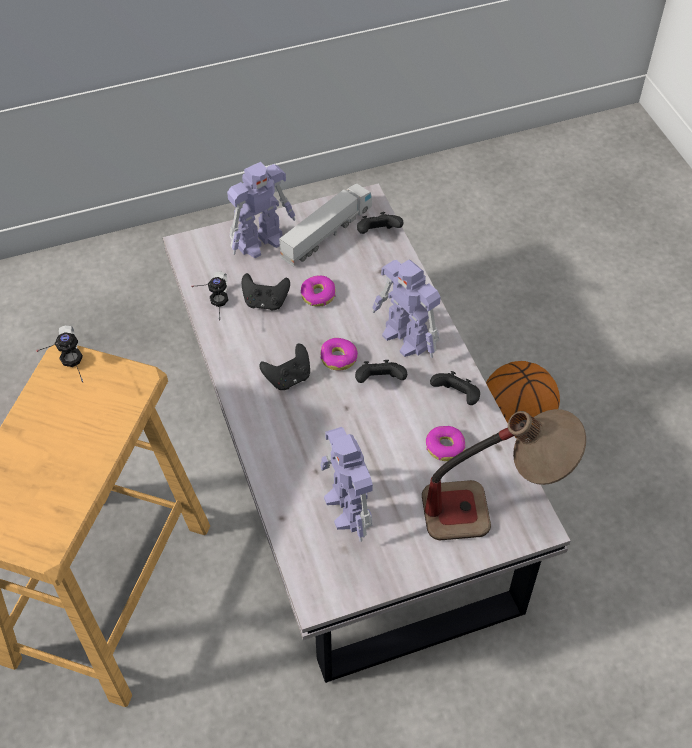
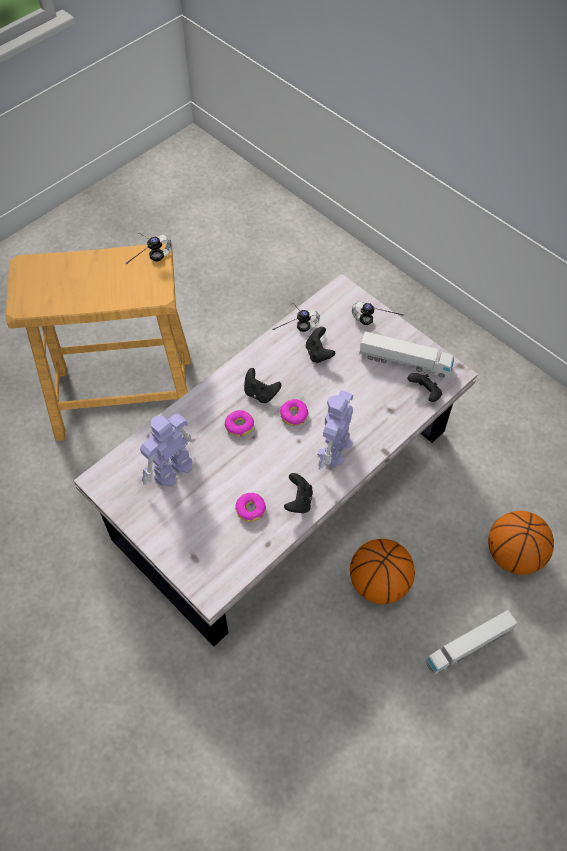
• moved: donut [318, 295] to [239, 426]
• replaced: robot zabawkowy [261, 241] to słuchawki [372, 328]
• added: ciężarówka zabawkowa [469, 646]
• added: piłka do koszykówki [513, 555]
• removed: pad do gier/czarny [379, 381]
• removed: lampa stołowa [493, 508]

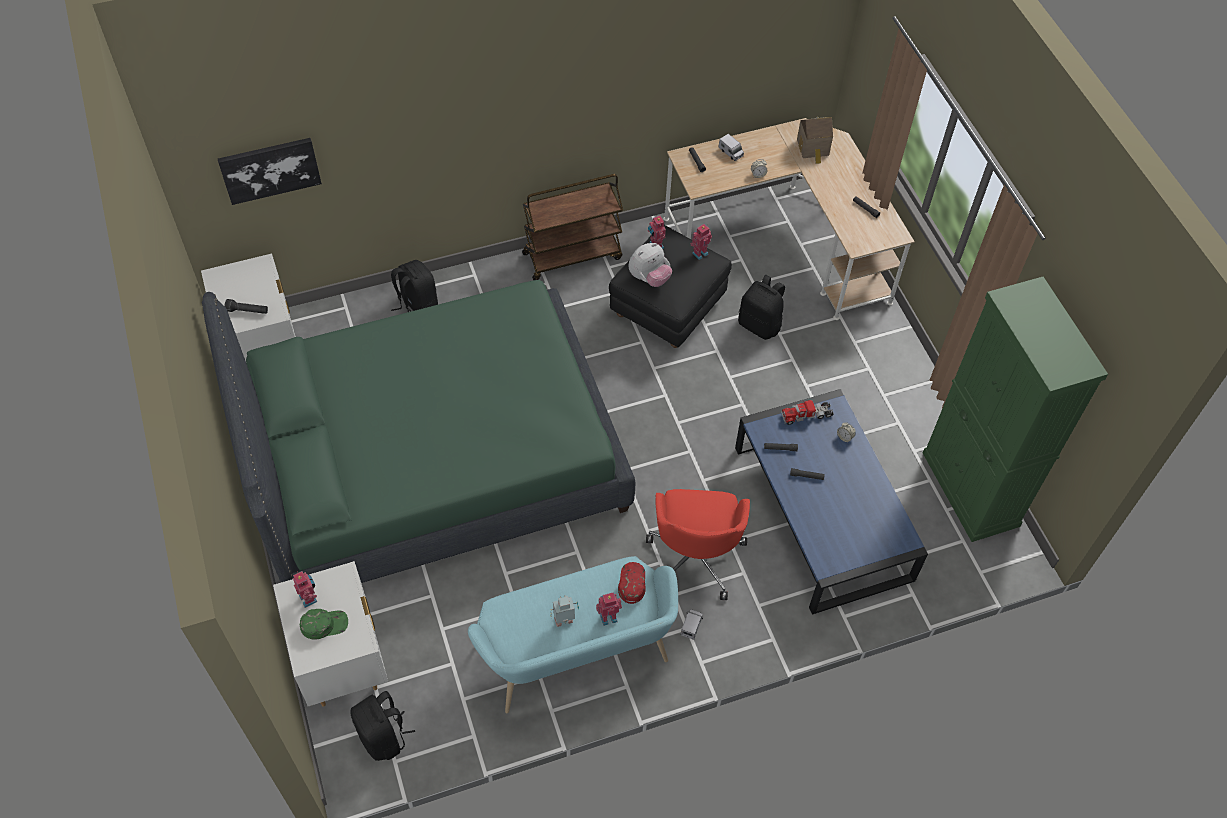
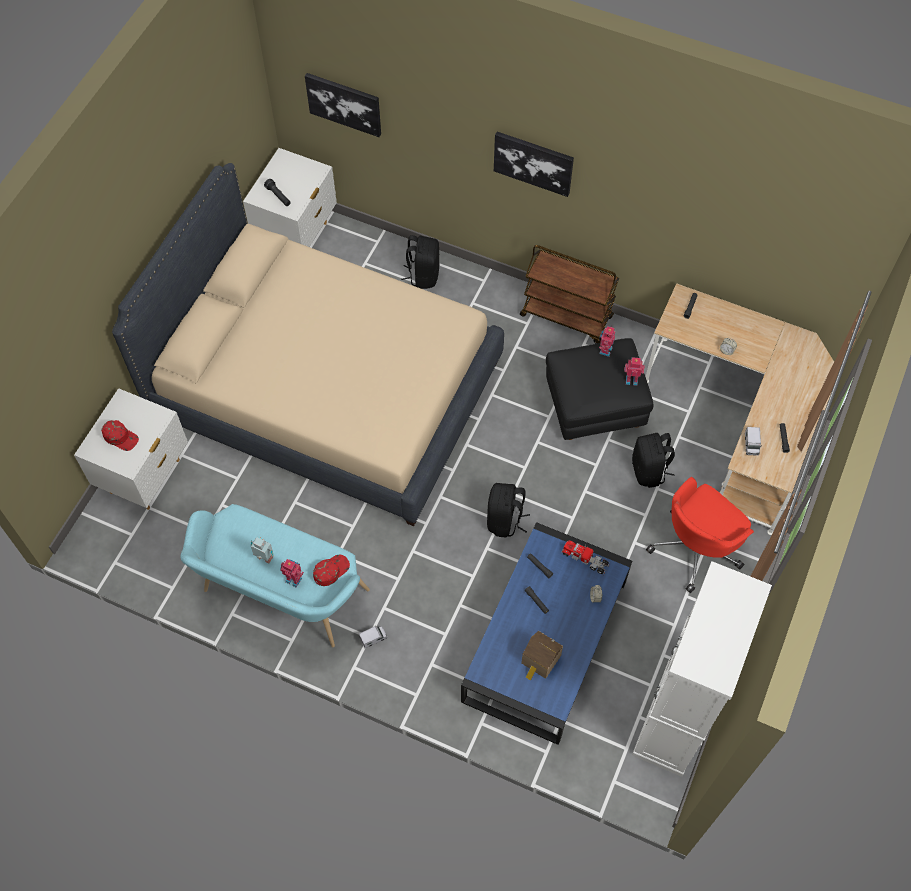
• recoloured: czapka z daszkiem/zielony [324, 624] to czapka z daszkiem/czerwony [121, 437]
• recoloured: łóżko/zielony [433, 460] to łóżko/beżowy [327, 390]
• moved: plecak/czarny [384, 737] to [505, 520]
• added: obraz [533, 162]
• moved: domek [813, 148] to [540, 661]
• recoloured: szafka/zielony [970, 489] to szafka/biały [674, 718]
• moved: krzesło biurowe/czerwony [695, 556] to [696, 548]
• moved: ciężarówka zabawkowa [731, 152] to [751, 444]
• removed: robot zabawkowy [309, 598]
• removed: pluszak [649, 278]

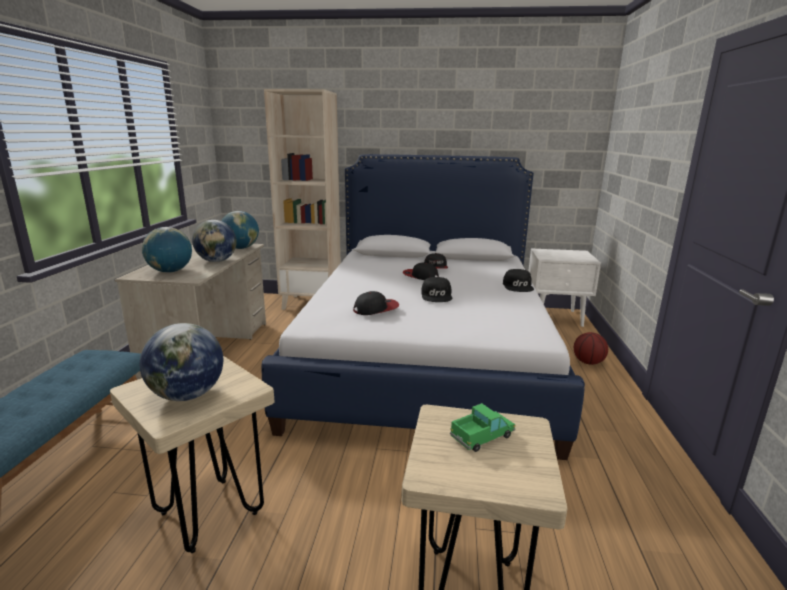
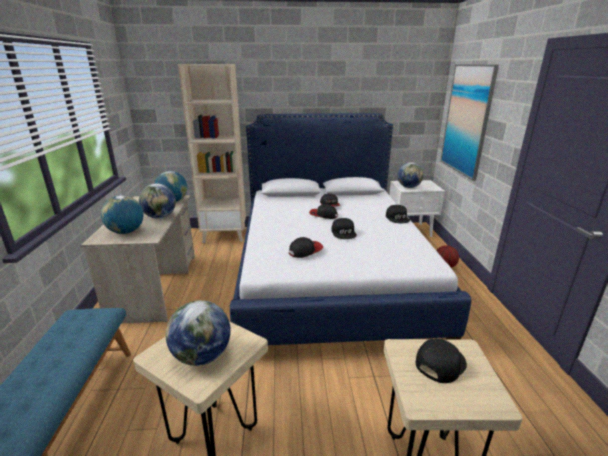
• added: globus [409, 187]
• replaced: ciężarówka zabawkowa [482, 436] to czapka z daszkiem/czarny [439, 363]
• added: obraz [466, 120]

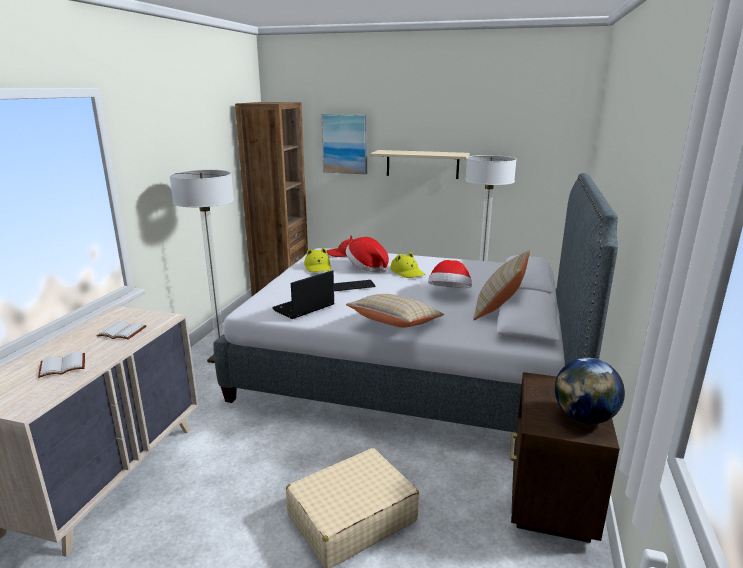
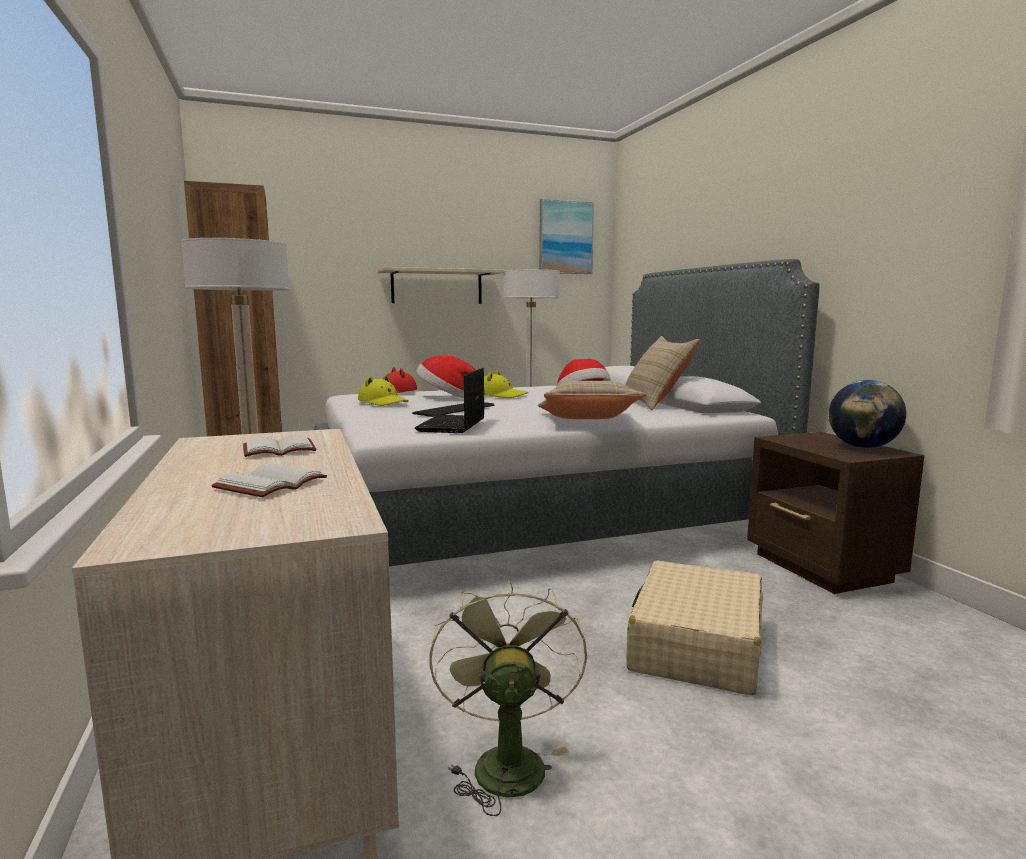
• added: wentylator/zielony [505, 760]
• moved: obraz [345, 143] to [565, 237]

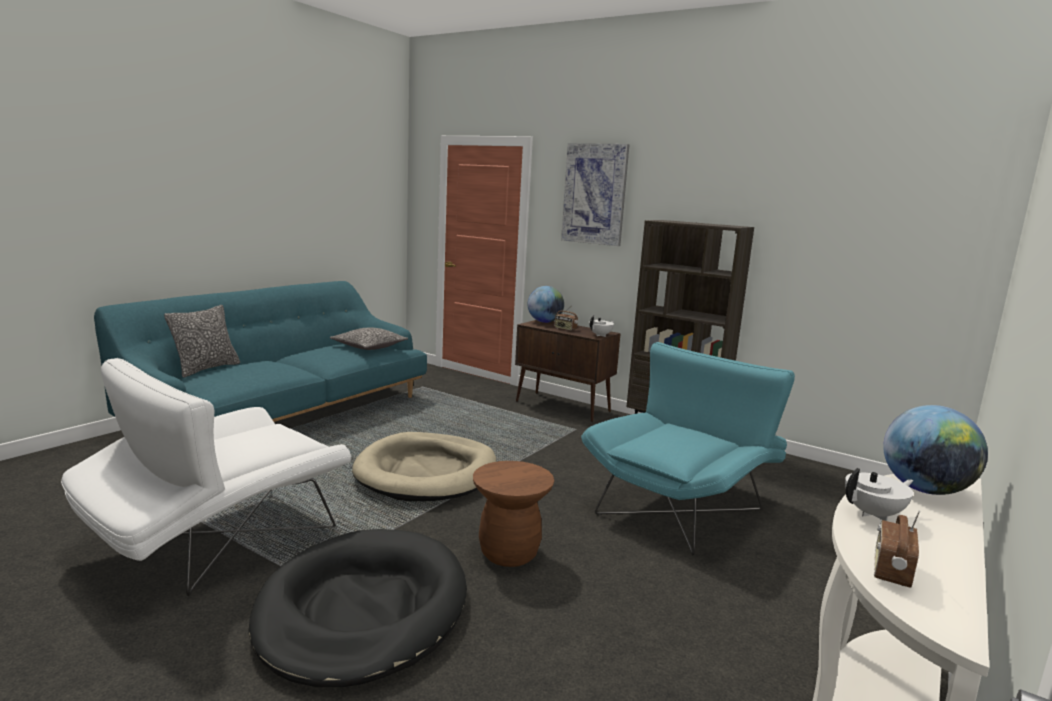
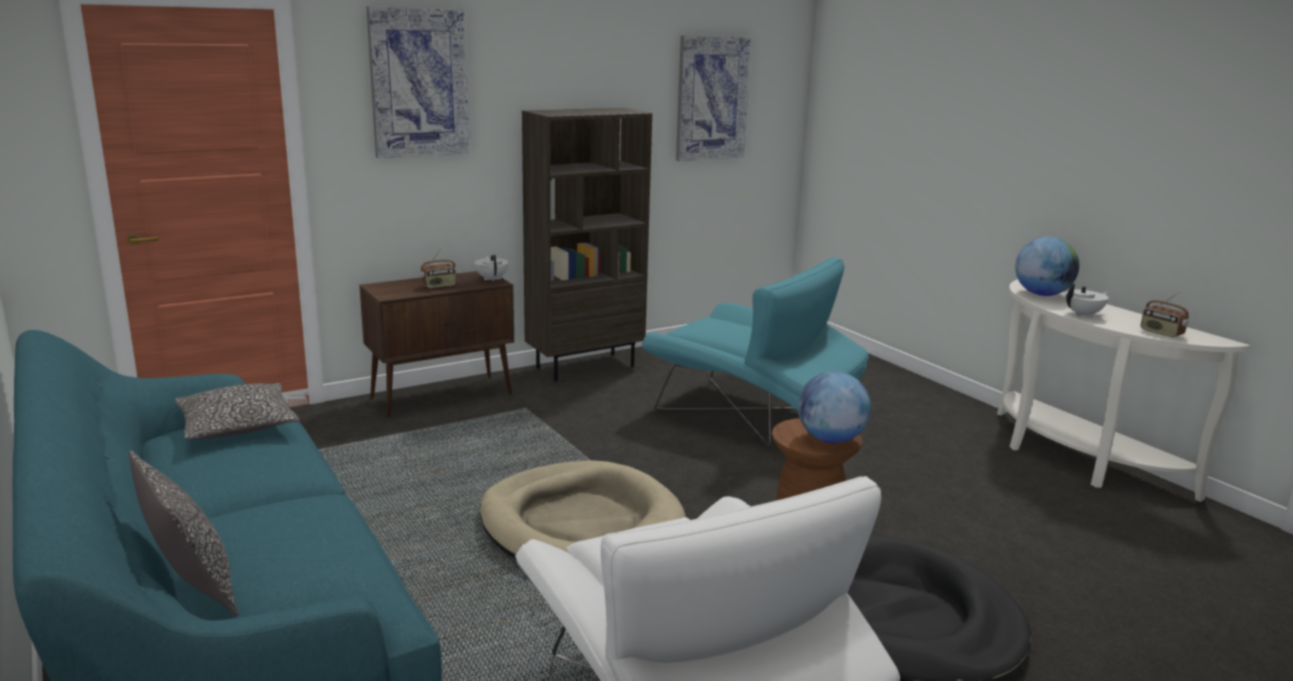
• turned: fotel/turkusowy [683, 505] = [753, 414] 150 degrees clockwise
• added: obraz [711, 98]
• moved: globus [544, 322] to [830, 439]
• turned: imbryk/biały [874, 514] = [1083, 315] 60 degrees clockwise

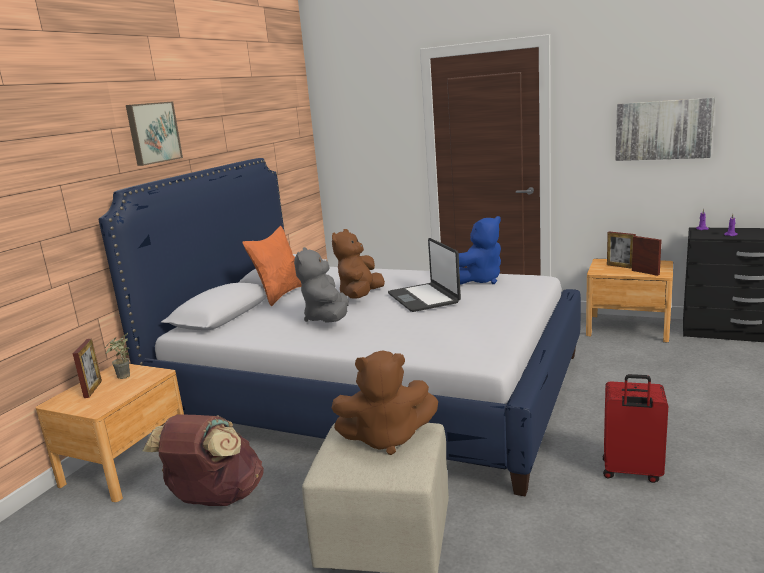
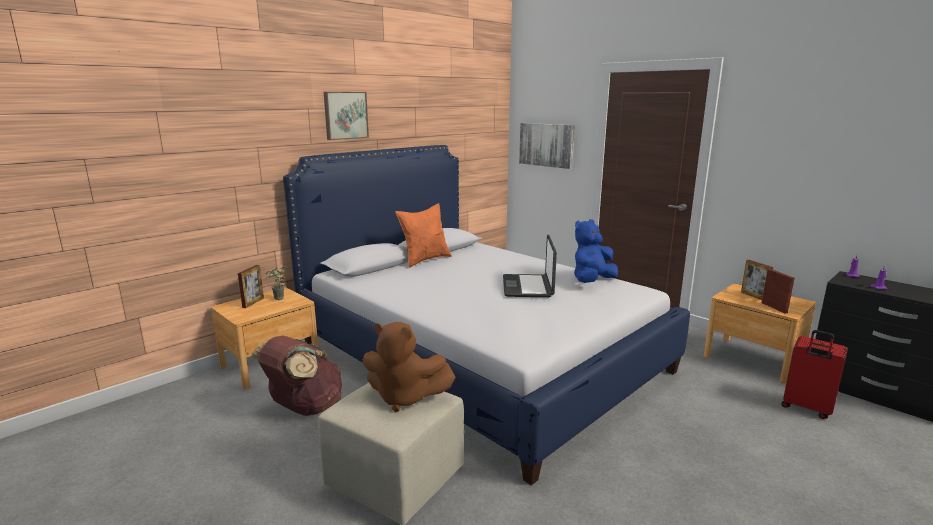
• moved: obraz [663, 130] to [546, 145]
• turned: pluszak/niebieski [480, 280] = [592, 281] 150 degrees clockwise
• moved: walizka/czerwony [631, 472] to [806, 408]
• removed: pluszak/szary [327, 319]
• removed: pluszak/brązowy [360, 296]

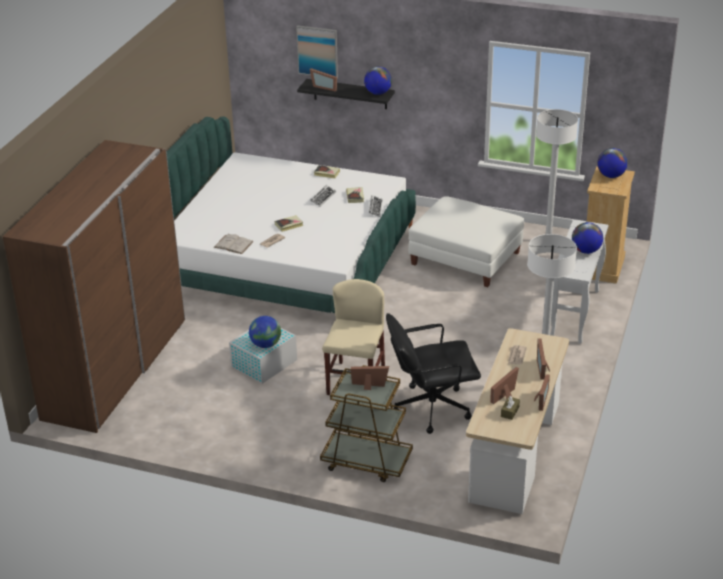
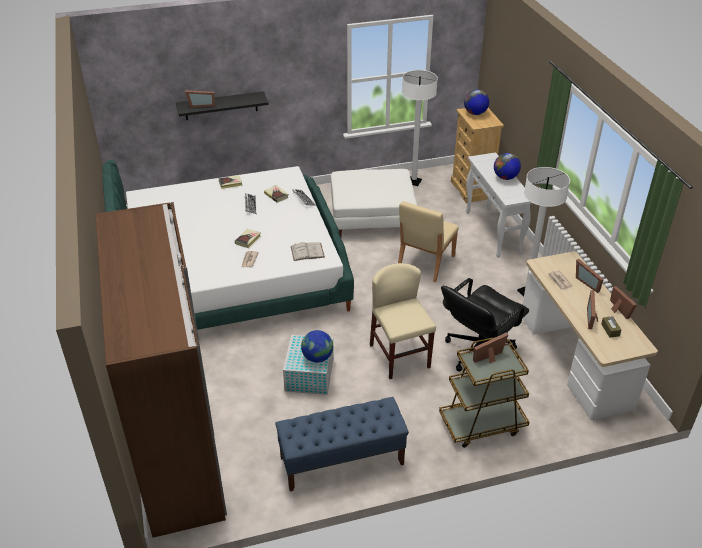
• added: ławka/niebieski [341, 461]
• moved: książka/biały [233, 244] to [307, 252]
• added: krzesło/beżowy [425, 262]
• removed: obraz [317, 51]
• removed: globus [378, 93]

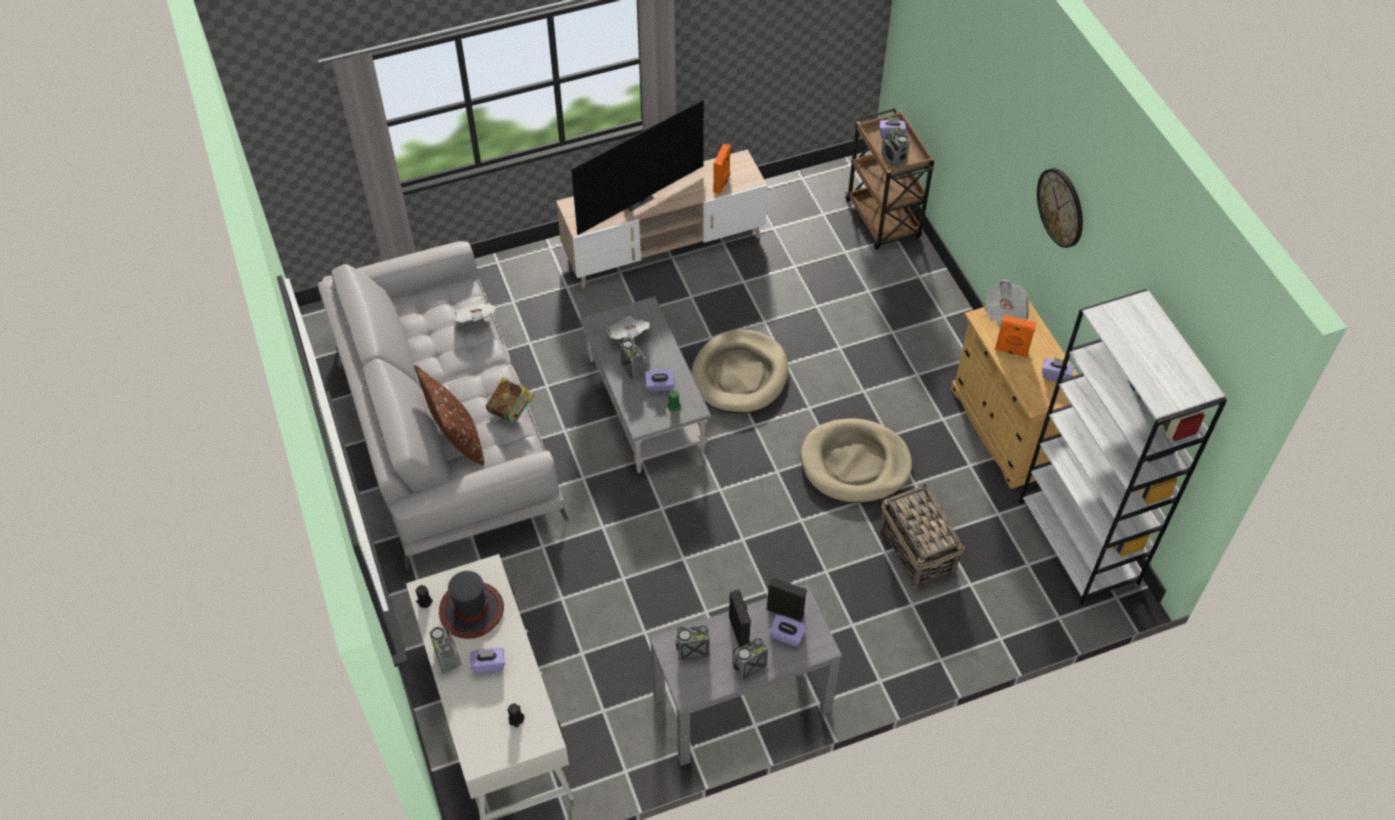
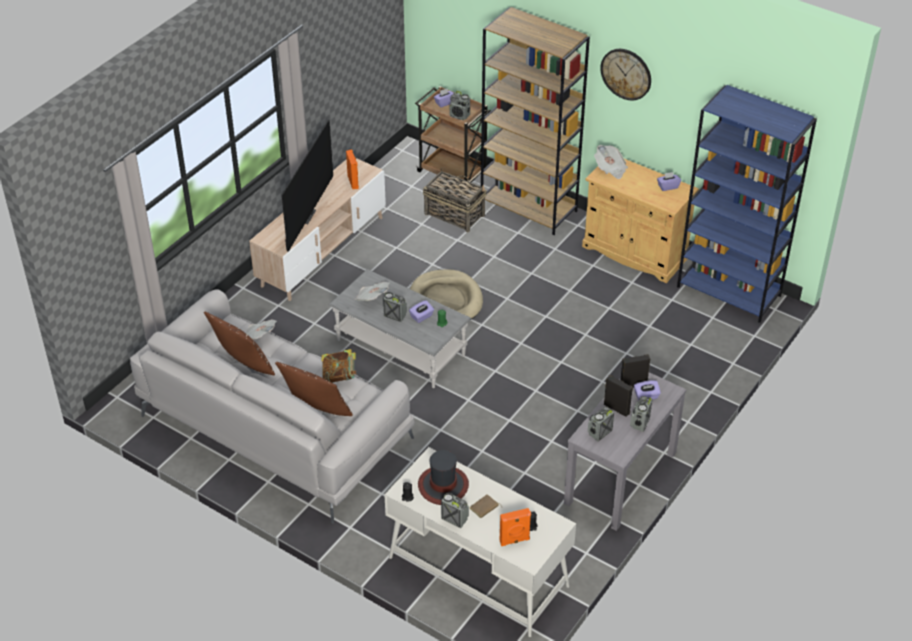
• added: poduszka/brązowy [244, 364]
• moved: koszyk [916, 548] to [454, 214]
• replaced: pudełko chusteczek/fioletowy [488, 665] to książka/brązowy [484, 508]
• added: regał/brązowy [529, 207]
• moved: głośnik/pomarańczowy [1011, 351] to [514, 541]
• recoloured: regał/biały [1079, 542] to regał/niebieski [729, 291]
• removed: legowisko/beżowy [855, 464]

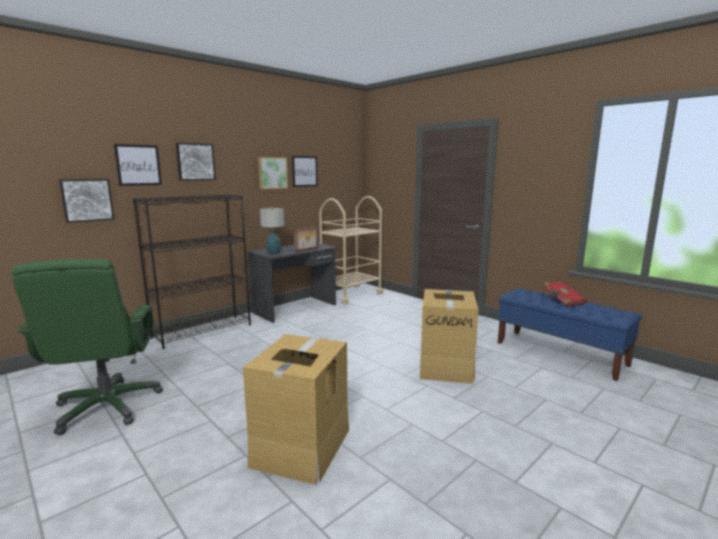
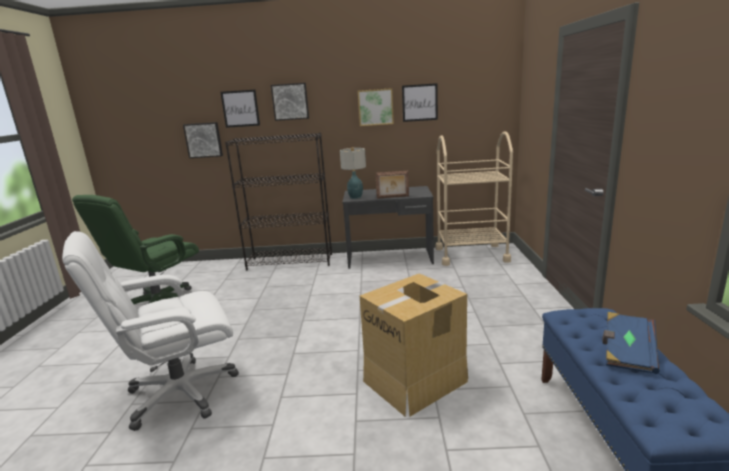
• replaced: karton [300, 447] to krzesło biurowe/biały [180, 393]
• recoloured: książka/czerwony [562, 300] to książka/niebieski [627, 353]

